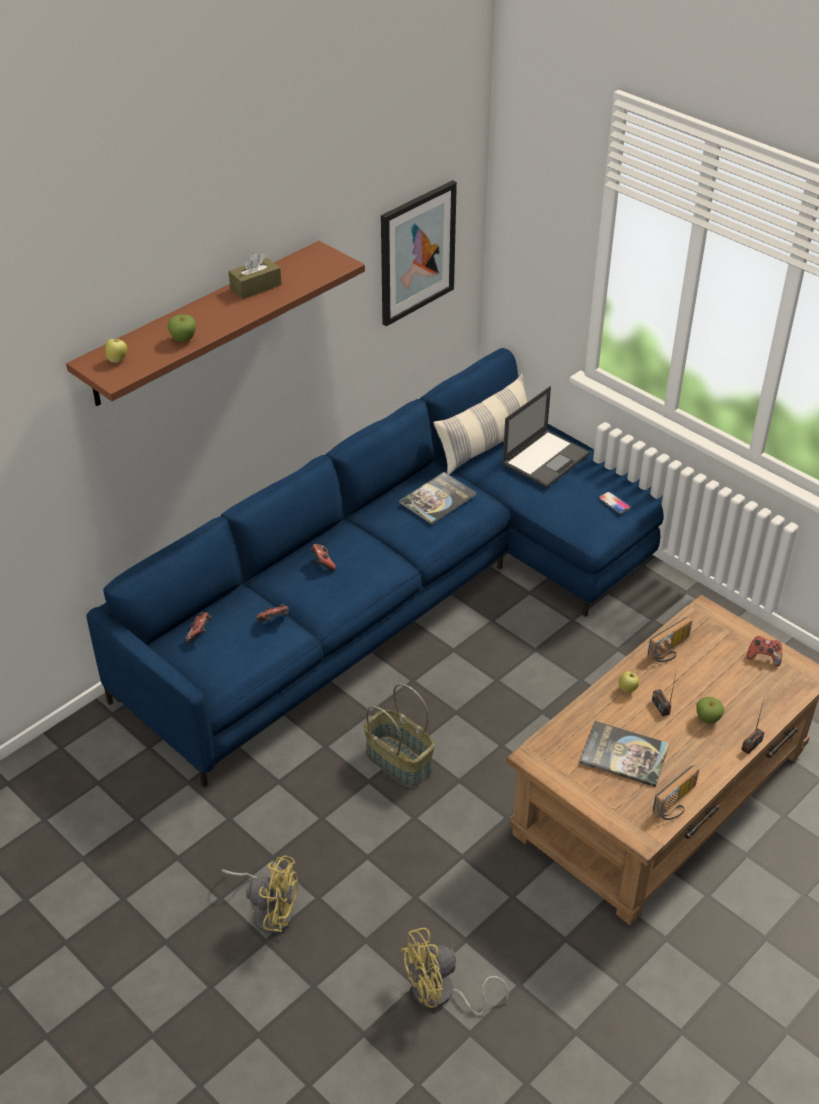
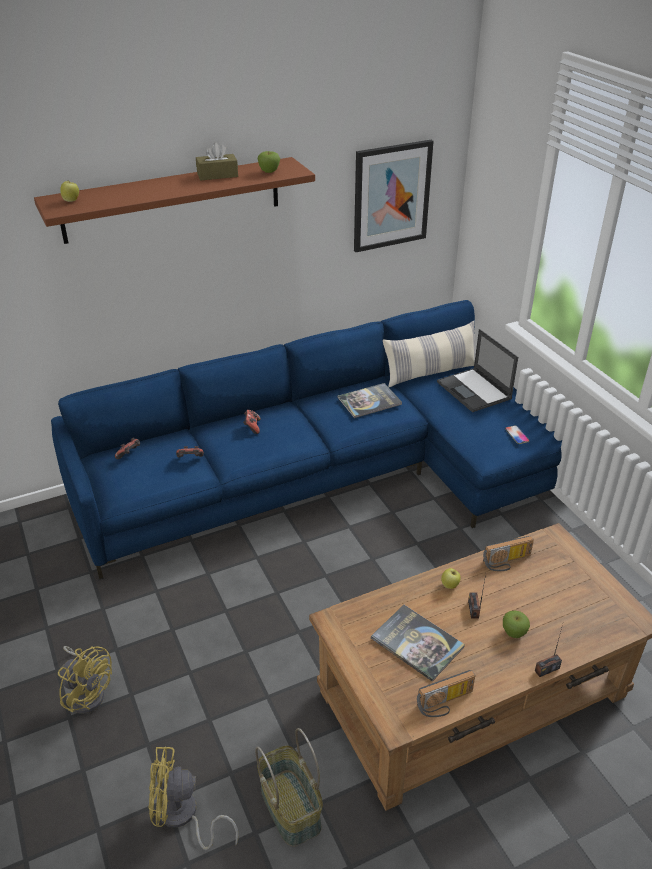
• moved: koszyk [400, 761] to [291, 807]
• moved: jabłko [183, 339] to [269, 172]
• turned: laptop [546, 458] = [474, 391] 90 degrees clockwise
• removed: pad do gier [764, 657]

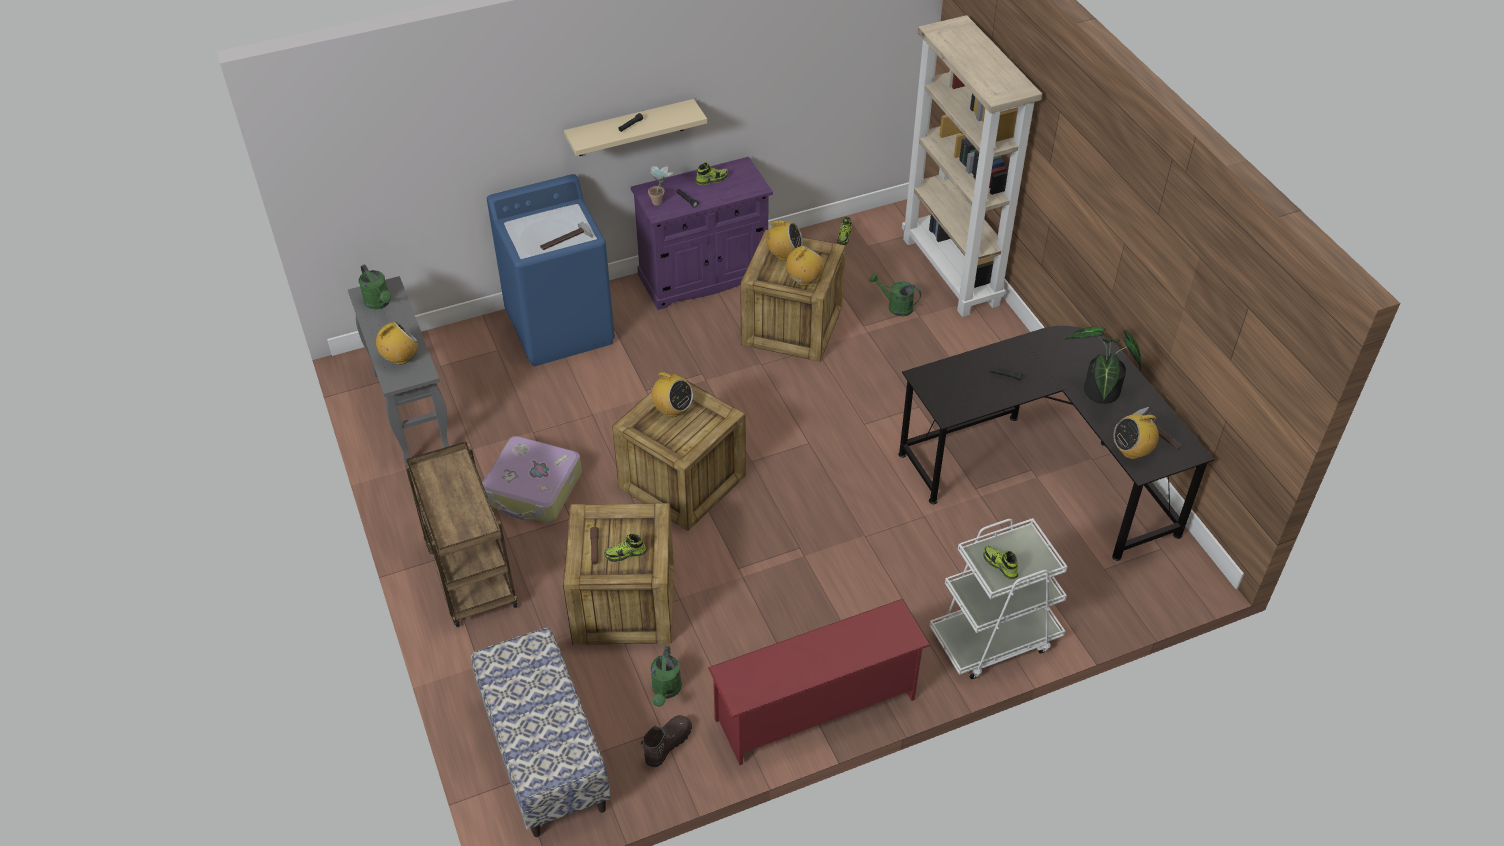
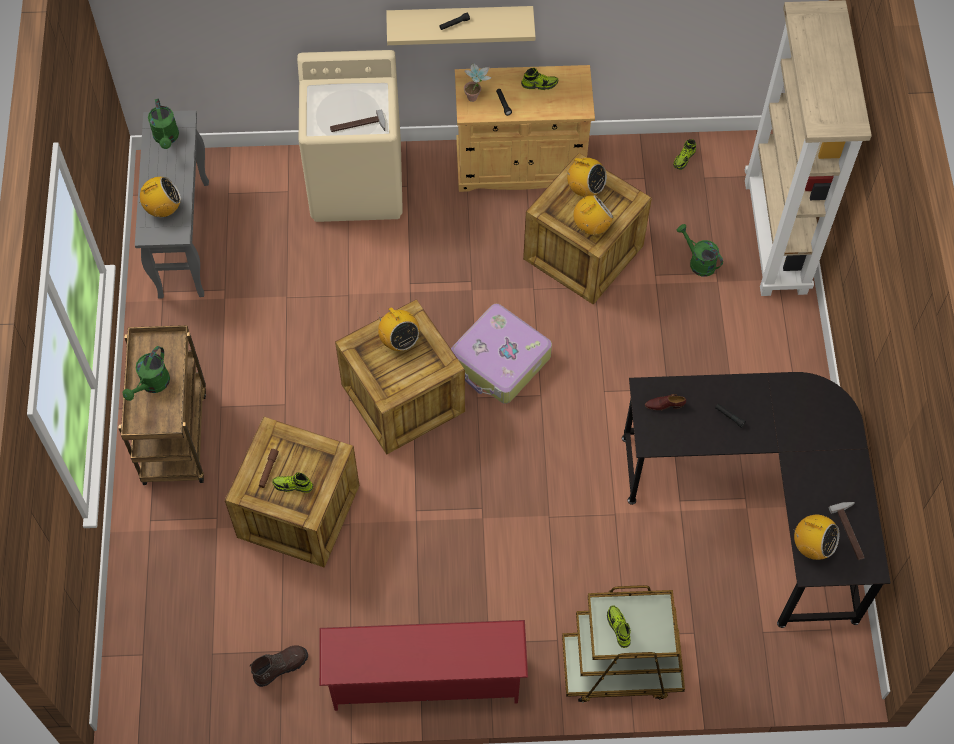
• moved: konewka/zielony [666, 691] to [152, 385]
• recoloured: pralka/niebieski [561, 327] to pralka/beżowy [357, 183]
• moved: walizka [533, 489] to [500, 361]
• recoloured: szafka/fioletowy [704, 276] to szafka/beżowy [520, 165]
• recoloured: wózek/biały [994, 638] to wózek/brązowy [620, 667]
• added: but/brązowy [664, 405]
• turned: radio [1132, 451] = [812, 546] 150 degrees counterclockwise
• removed: ławka [544, 753]
• removed: roślina doniczkowa [1098, 394]

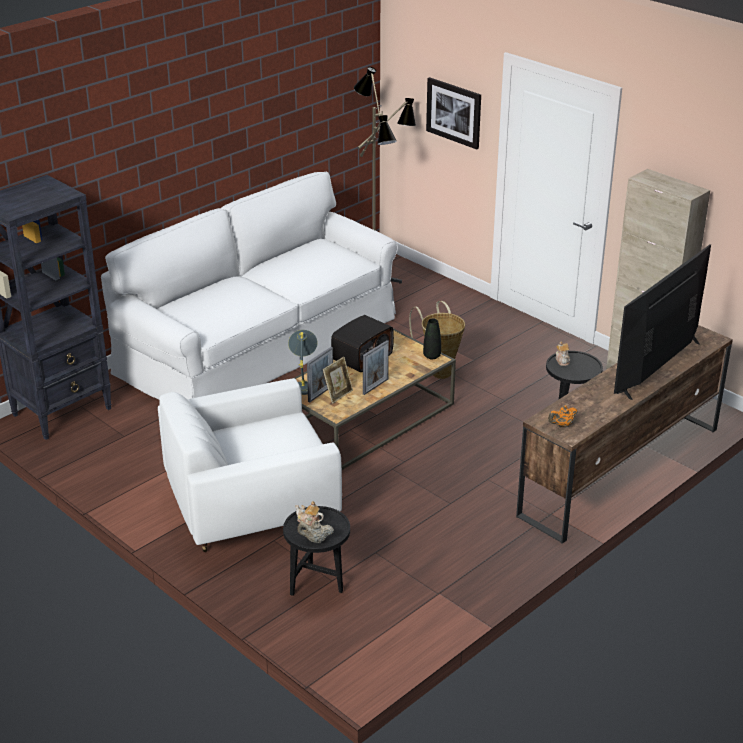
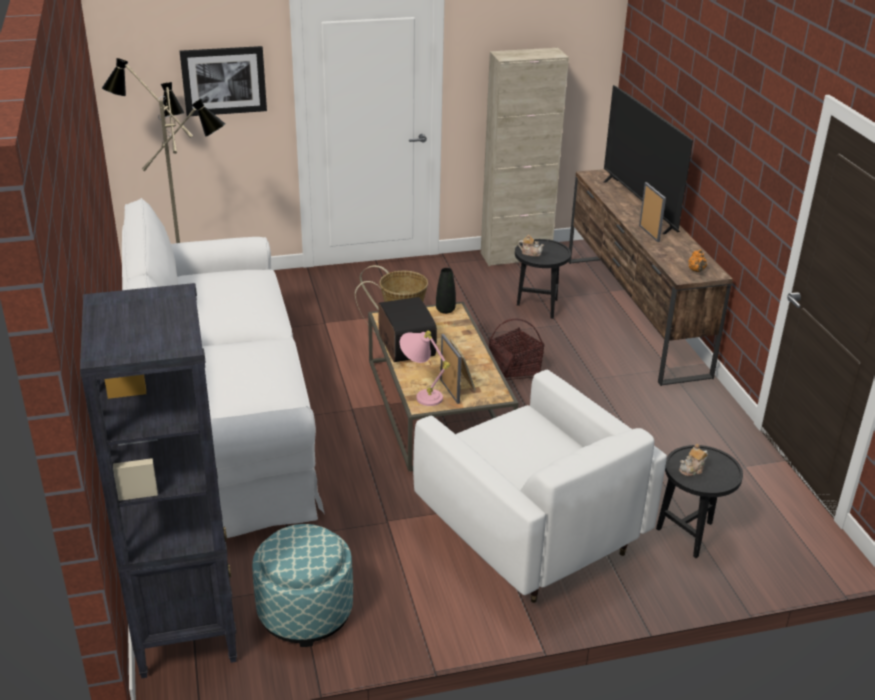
• added: pufa [305, 612]
• recoloured: lampa stołowa/szary [304, 384] to lampa stołowa/różowy [421, 395]
• turned: fotel/biały [251, 508] = [530, 534] 45 degrees counterclockwise
• added: koszyk [514, 370]
• moved: ramka na zdjęcie [375, 386] to [649, 233]
• removed: imbryk/beżowy [315, 540]

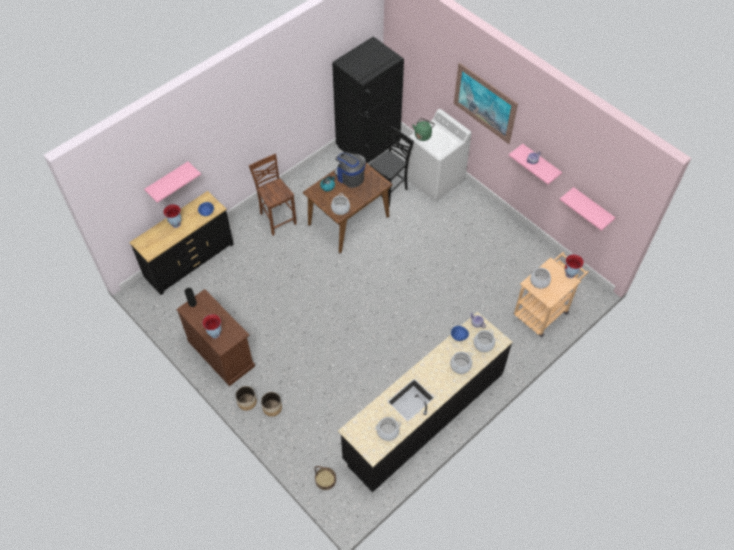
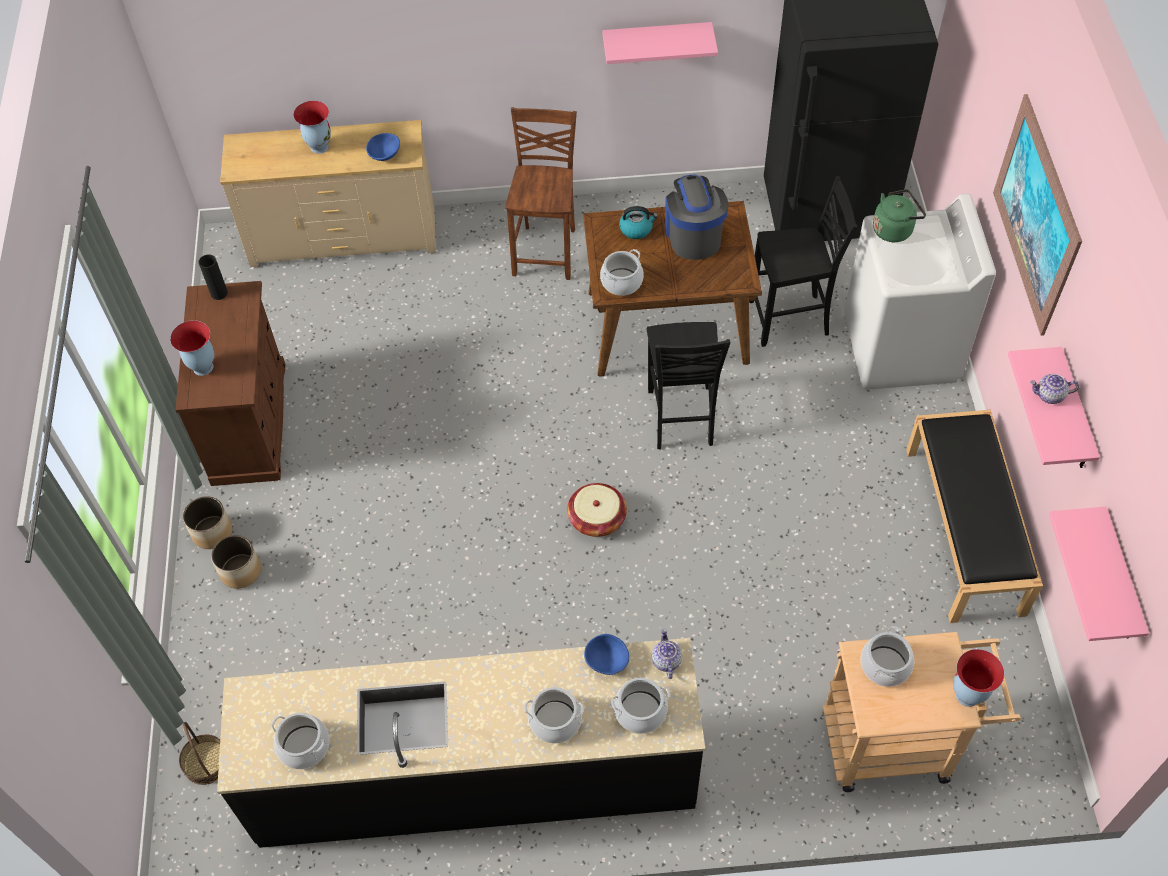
• recoloured: komoda/czarny [189, 260] to komoda/beżowy [343, 237]
• added: koszyk [597, 518]
• moved: półka/różowy [168, 180] to [656, 40]
• added: krzesło/czarny [681, 419]
• added: ławka/czarny [965, 531]

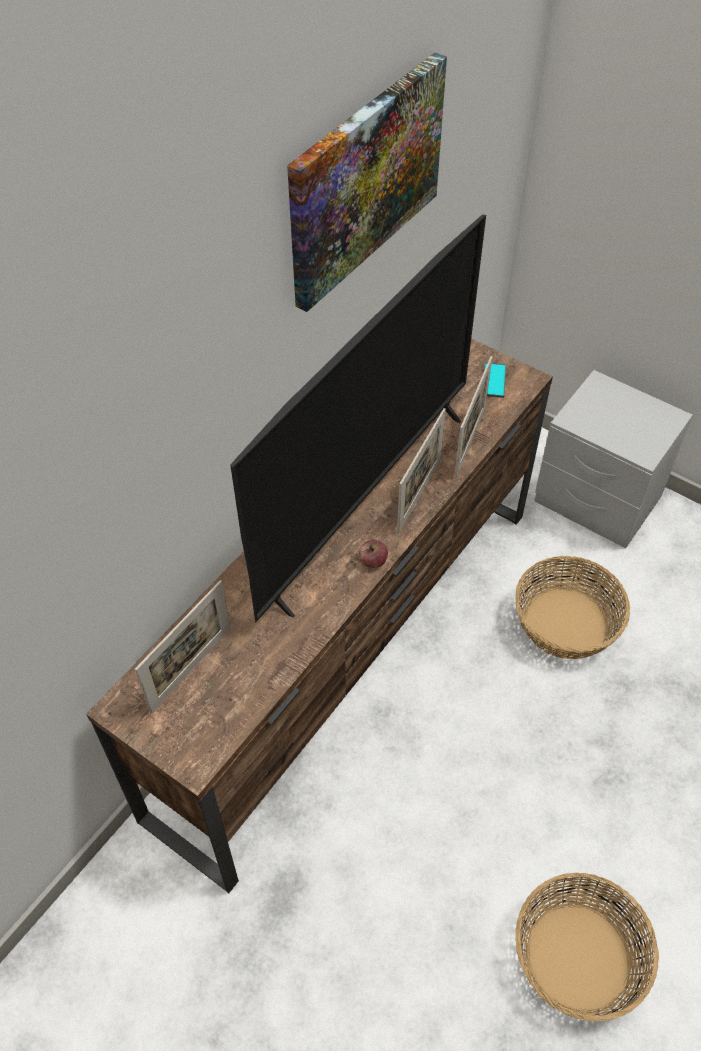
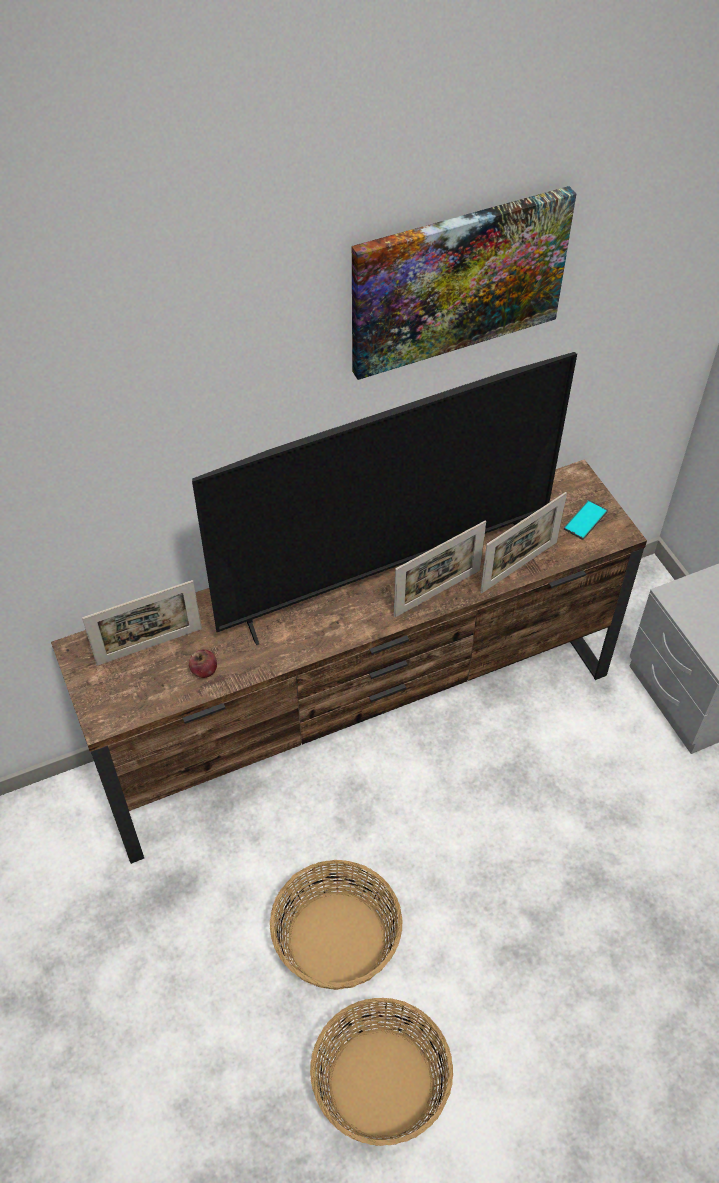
• moved: jabłko [373, 561] to [204, 670]
• moved: koszyk [566, 623] to [337, 940]

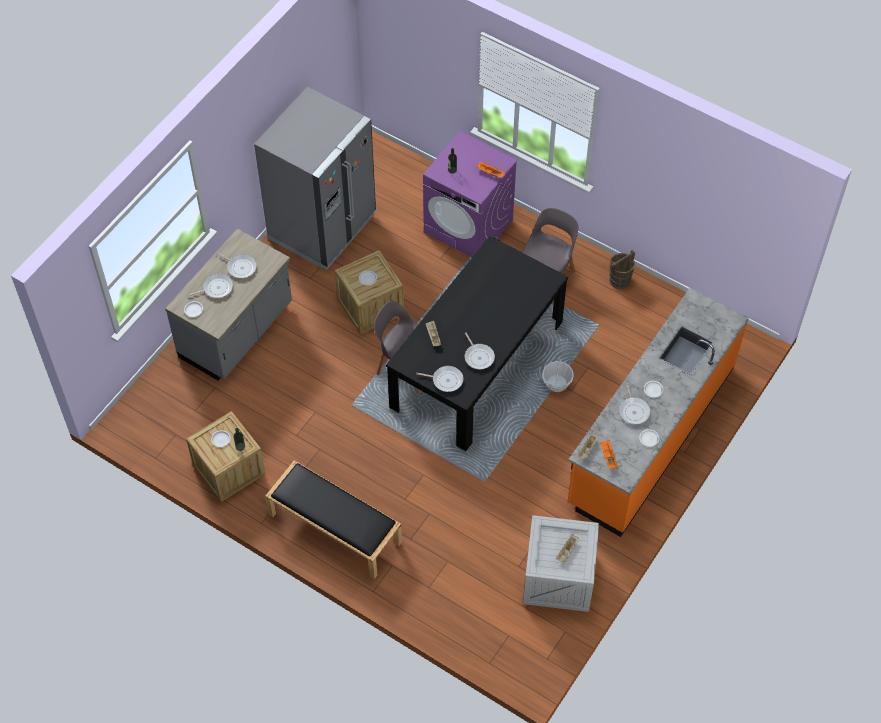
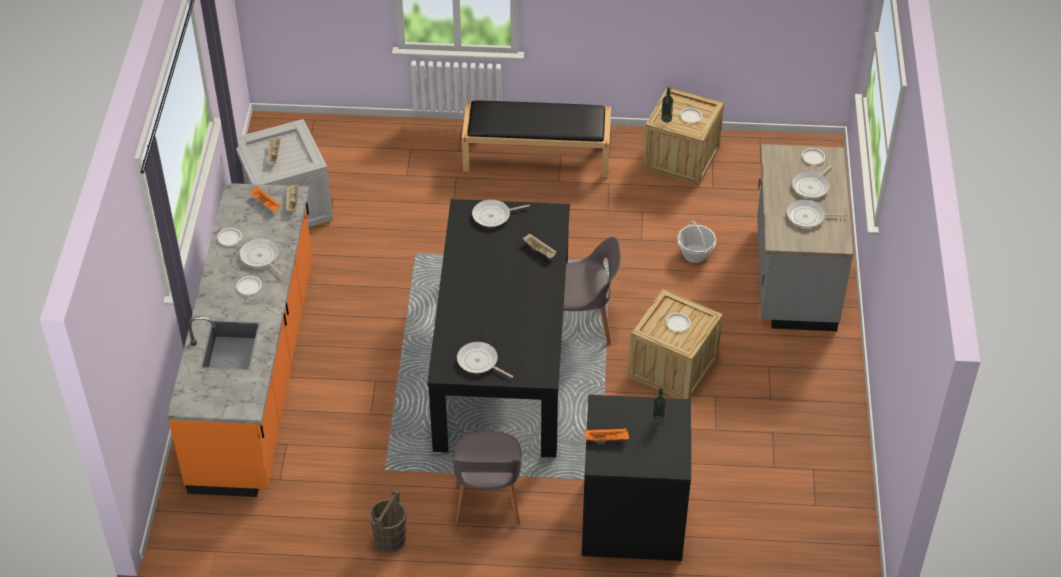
• moved: patelnia [478, 356] to [479, 362]
• recoloured: pralka/fioletowy [469, 226] to pralka/czarny [631, 519]
• moved: koszyk [557, 383] to [695, 253]
• removed: lodówka/szary [322, 227]

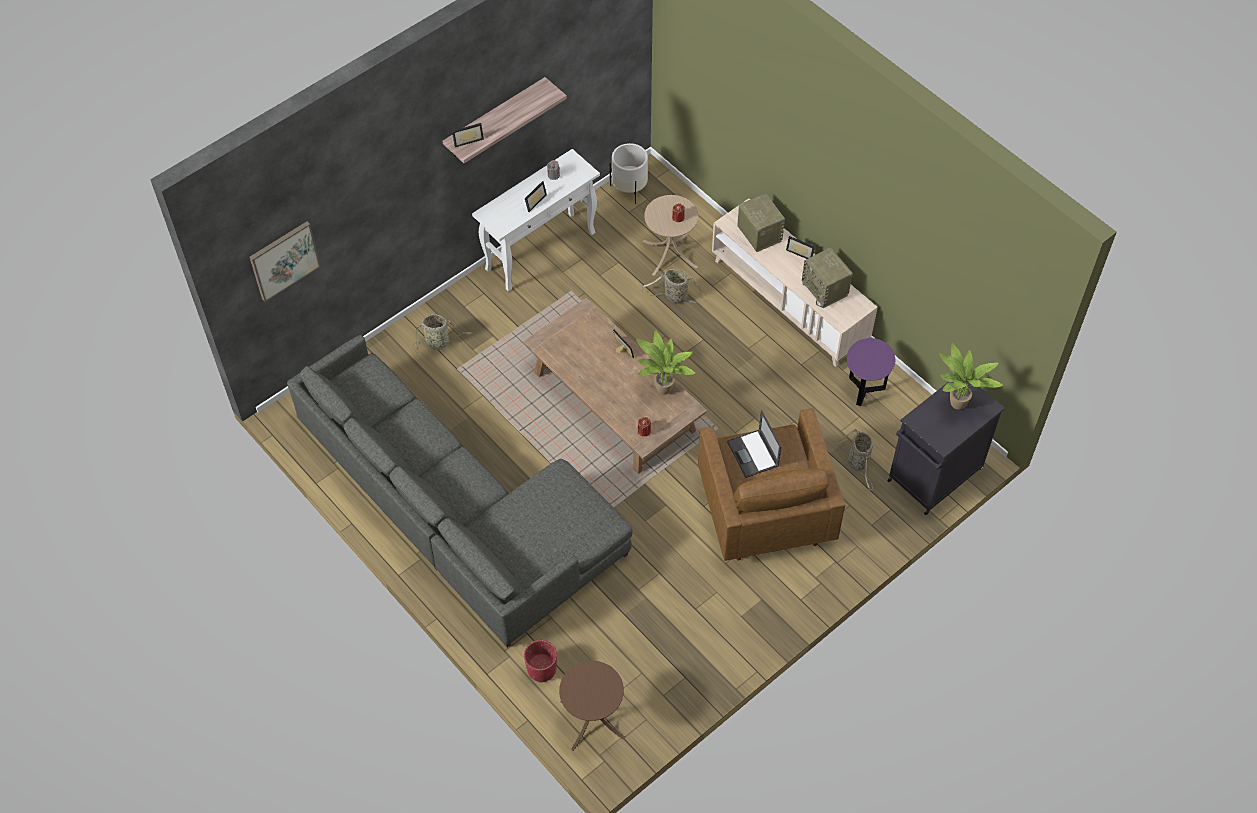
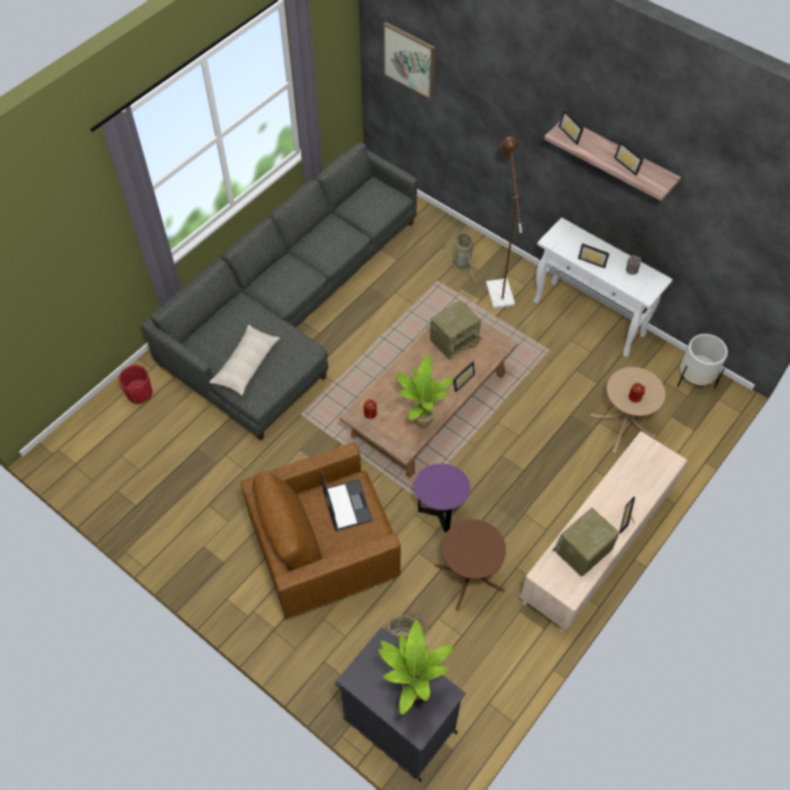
• added: poduszka/beżowy [246, 364]
• turned: laptop [753, 454] = [347, 504] 105 degrees clockwise
• moved: stolik/fioletowy [864, 390] to [439, 514]
• moved: radio [758, 234] to [454, 340]
• moved: stolik/brązowy [592, 719] to [469, 577]
• added: lampa stojąca/brązowy [498, 288]
• added: ramka na zdjęcie [628, 164]
• removed: koszyk [674, 297]

